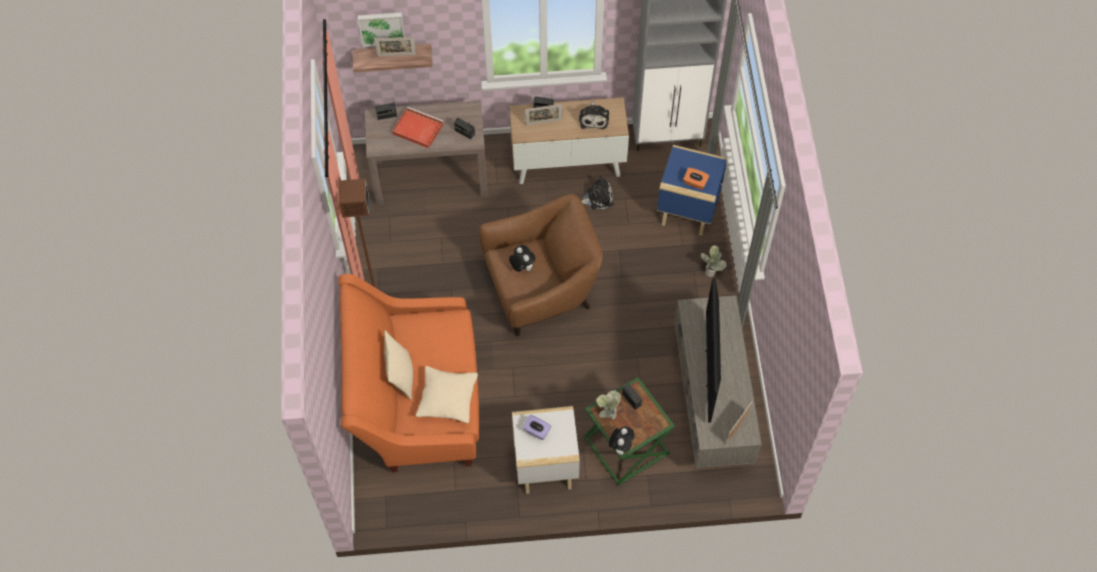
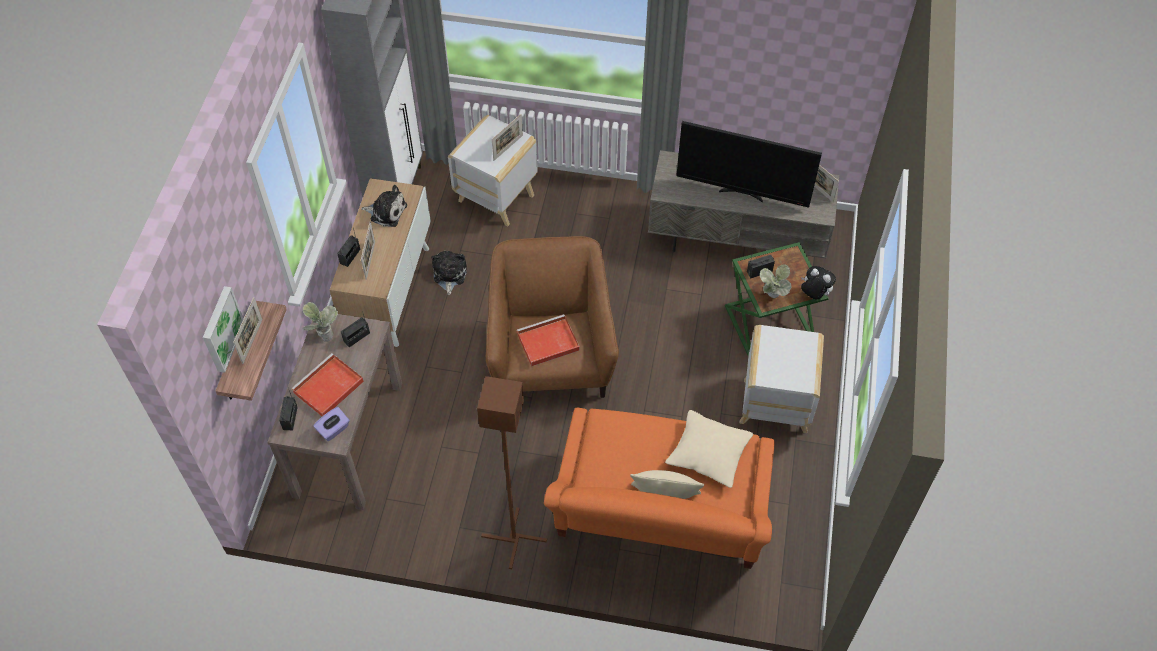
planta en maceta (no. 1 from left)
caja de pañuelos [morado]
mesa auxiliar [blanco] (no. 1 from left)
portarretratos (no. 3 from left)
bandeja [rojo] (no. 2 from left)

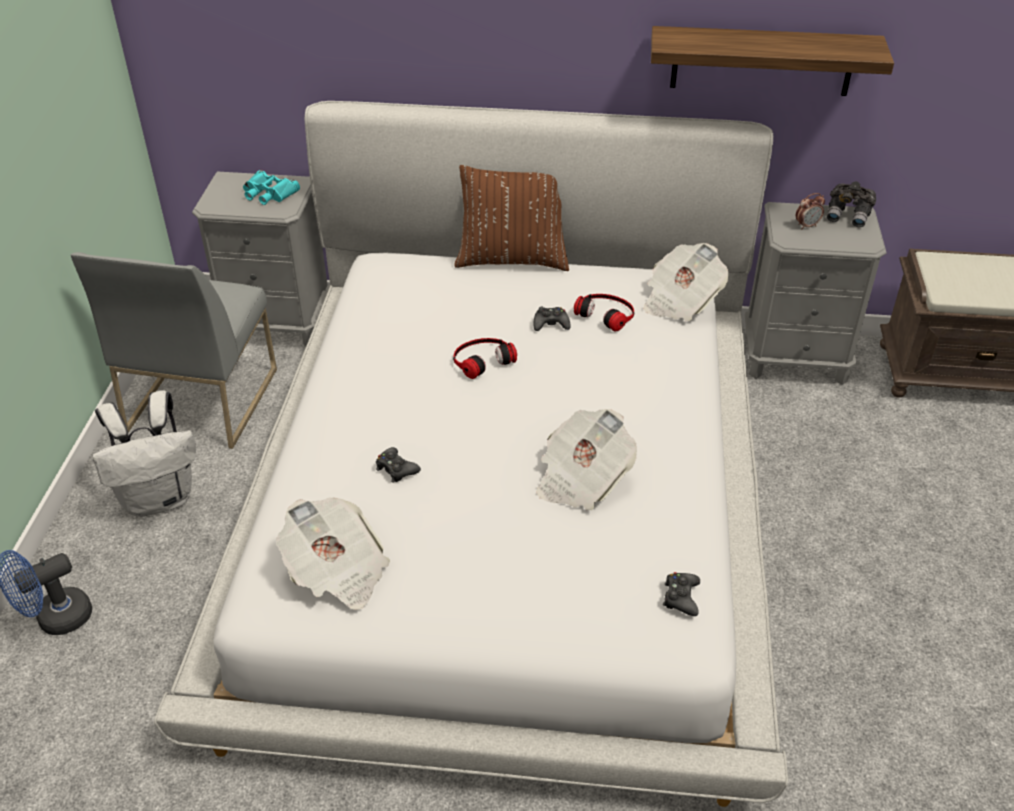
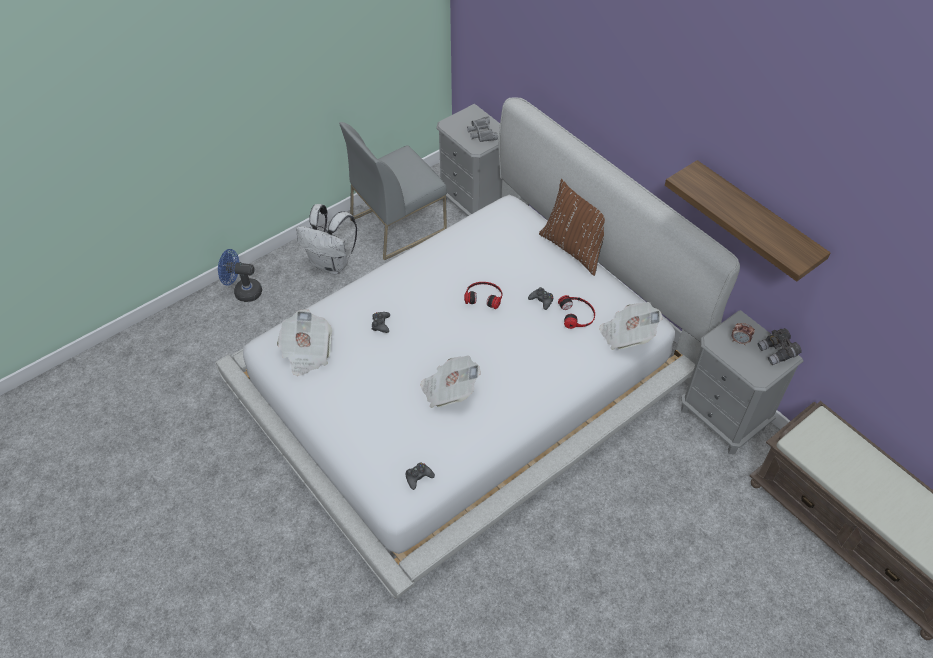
prismáticos [gris] (no. 1 from left)

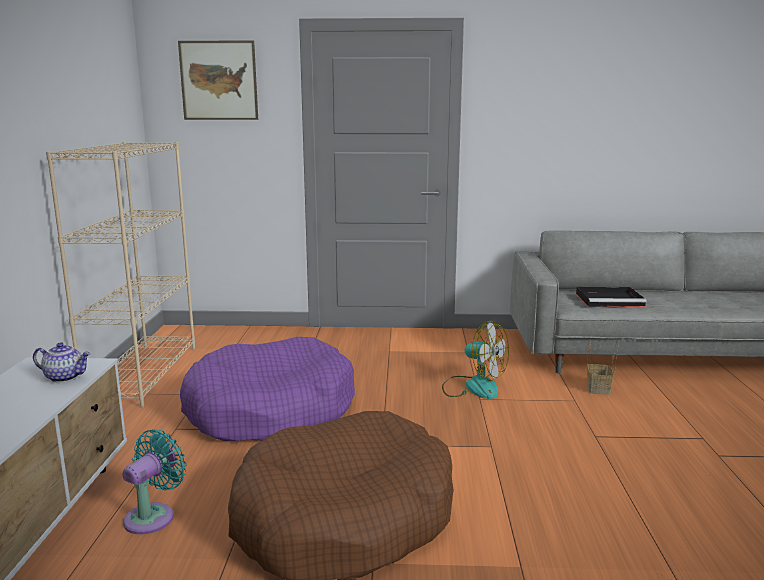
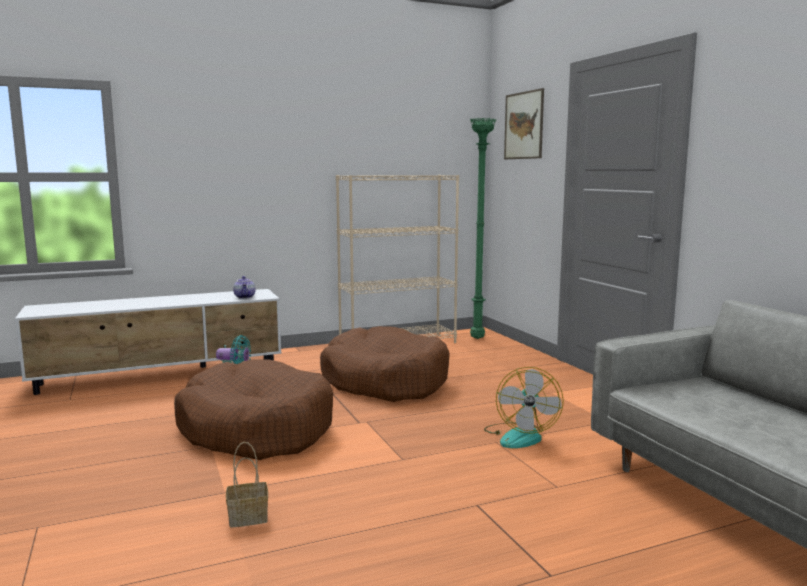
cesta
cama para perro [marrón] (no. 2 from left)
lámpara de pie [verde]
bandeja [negro]

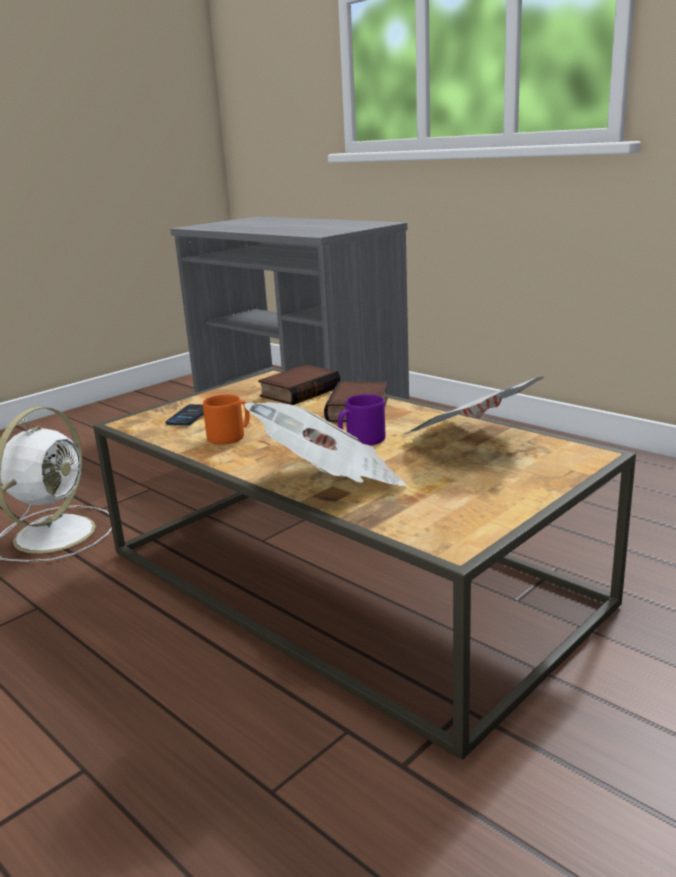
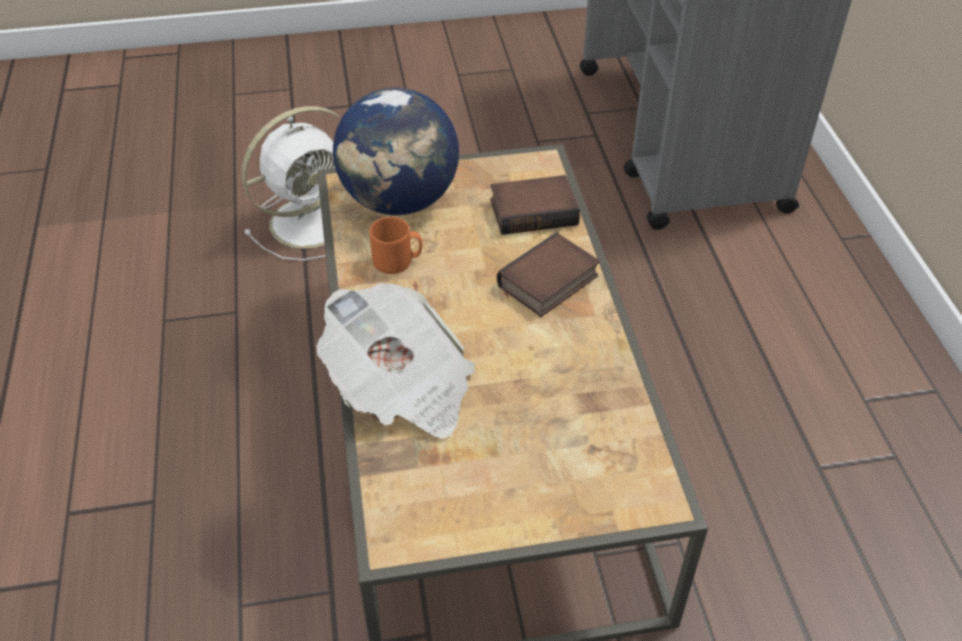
globo terráqueo
taza grande [morado]
periódico (no. 2 from left in the first image)

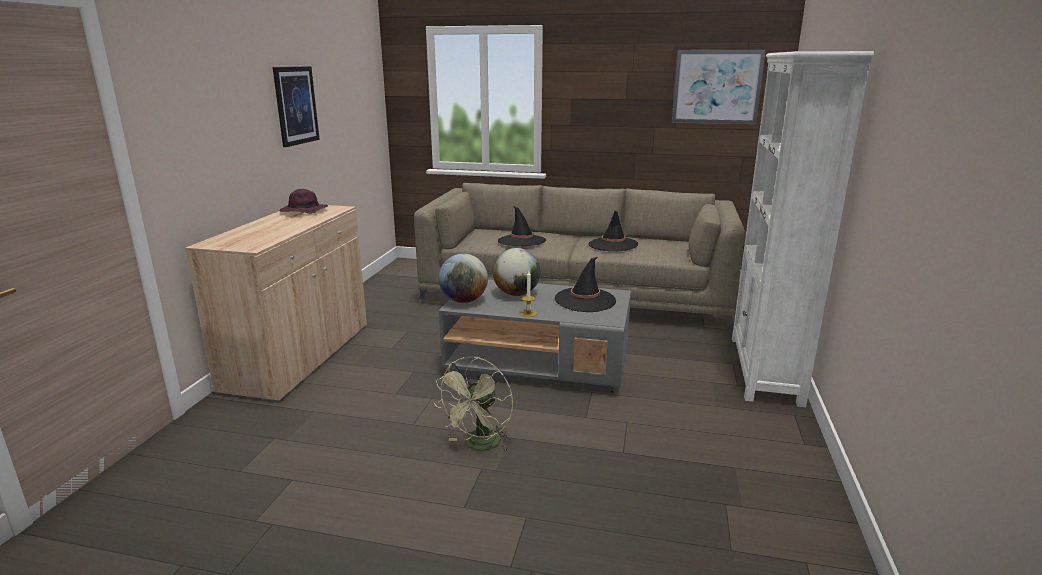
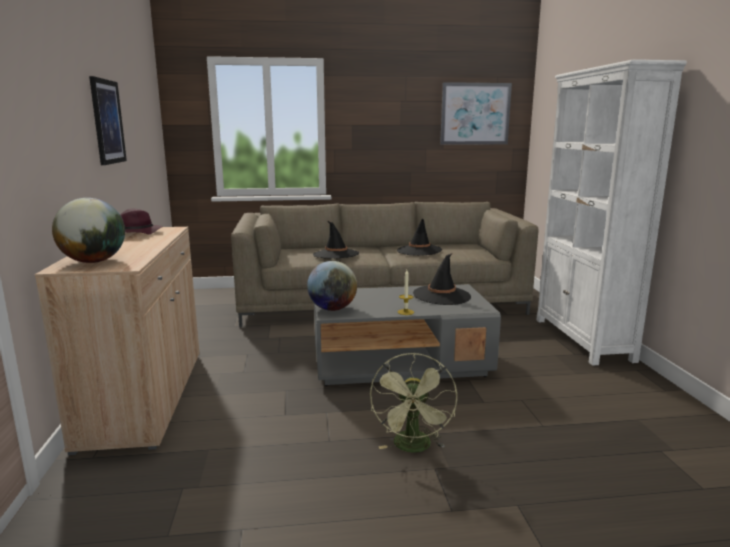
globo terráqueo (no. 1 from left)

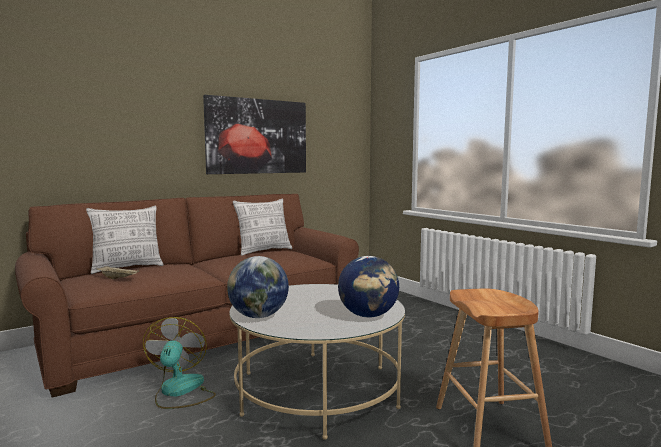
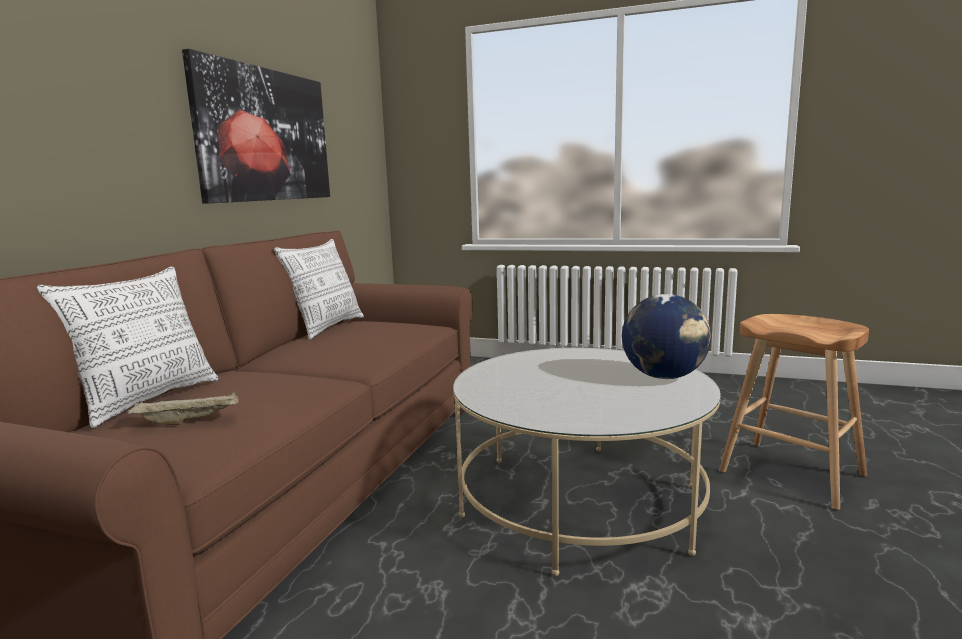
ventilador
globo terráqueo (no. 1 from left in the first image)

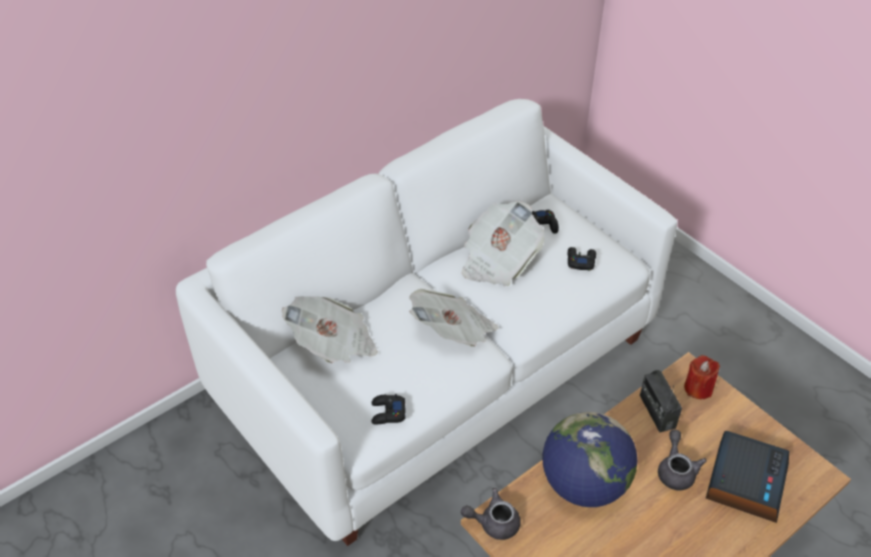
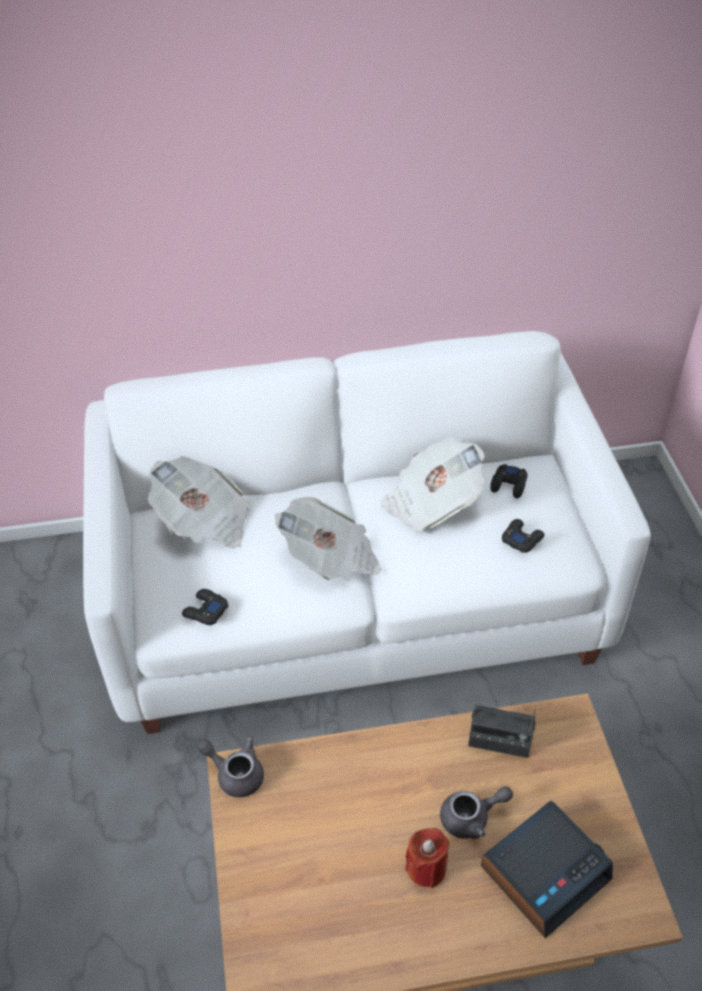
vela [rojo]
tetera [gris] (no. 2 from left)
radio
globo terráqueo

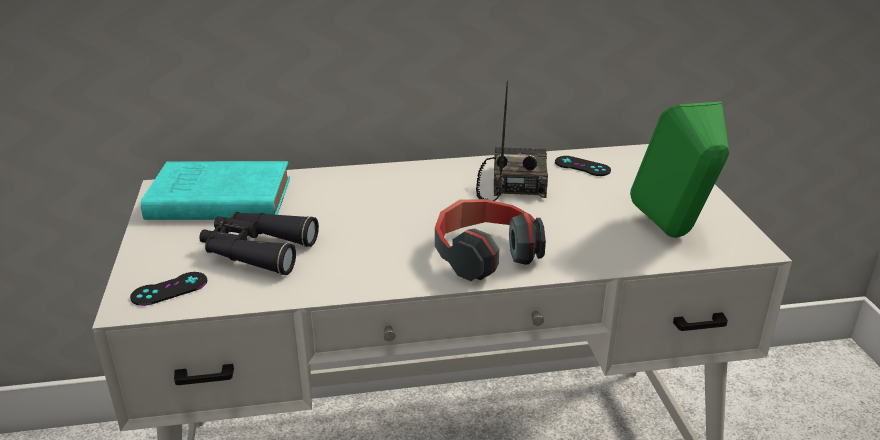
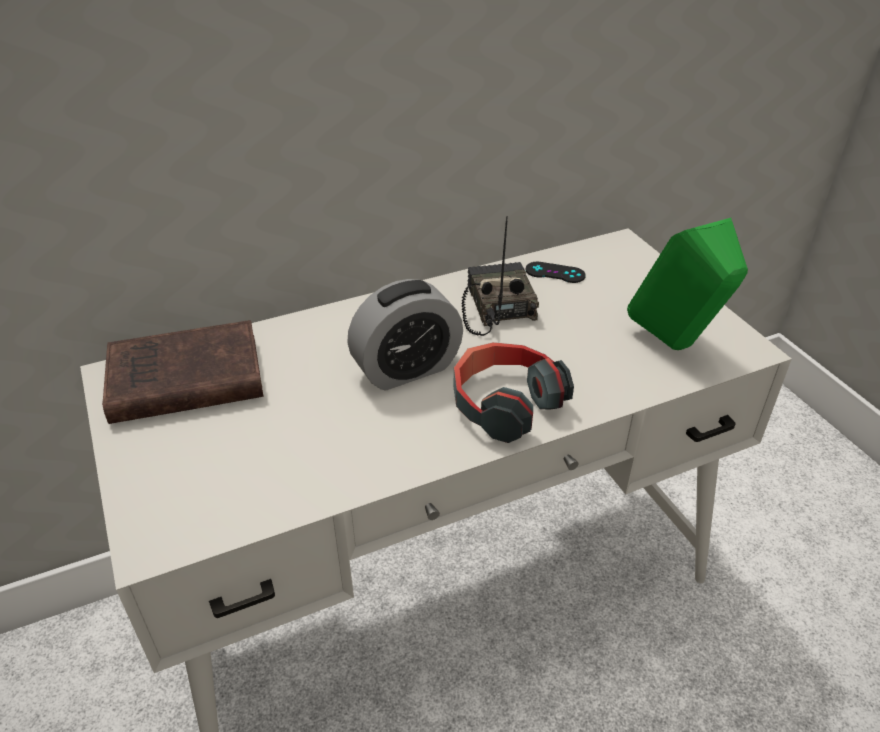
libro [marrón]
despertador
mando de consola [negro] (no. 1 from left in the first image)
prismáticos [negro]

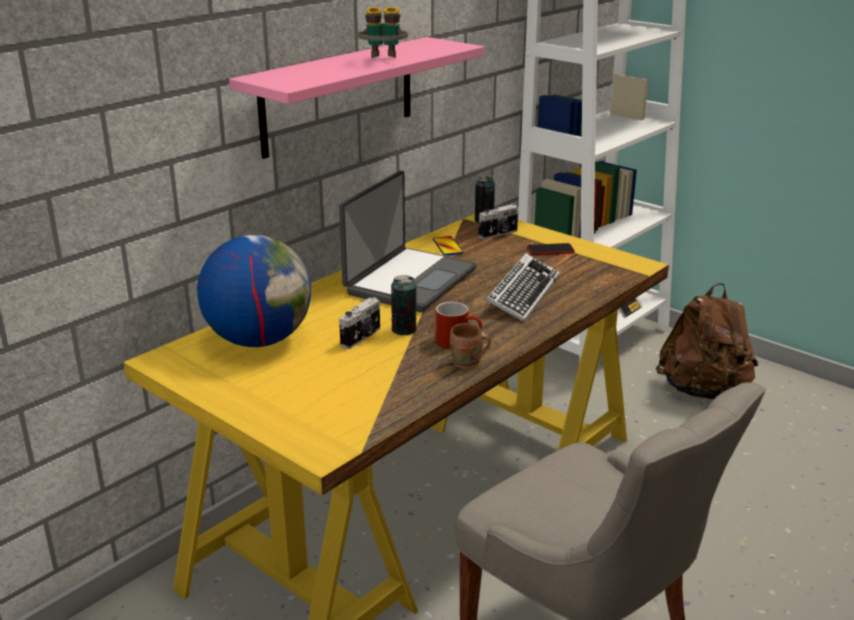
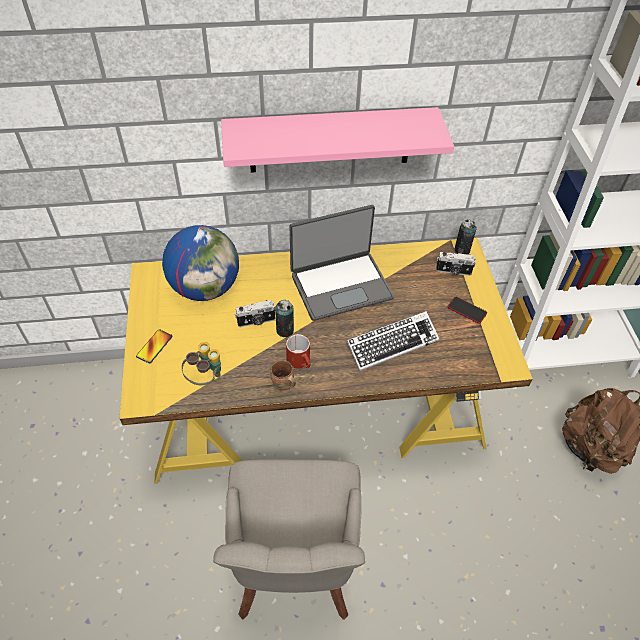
móvil (no. 1 from left)
prismáticos

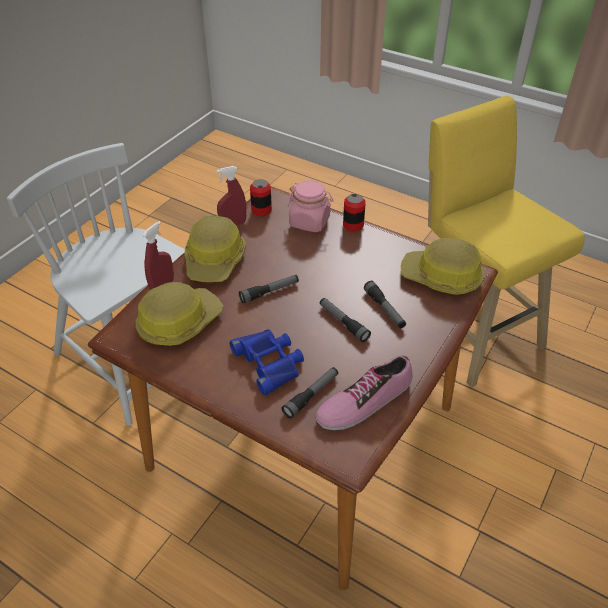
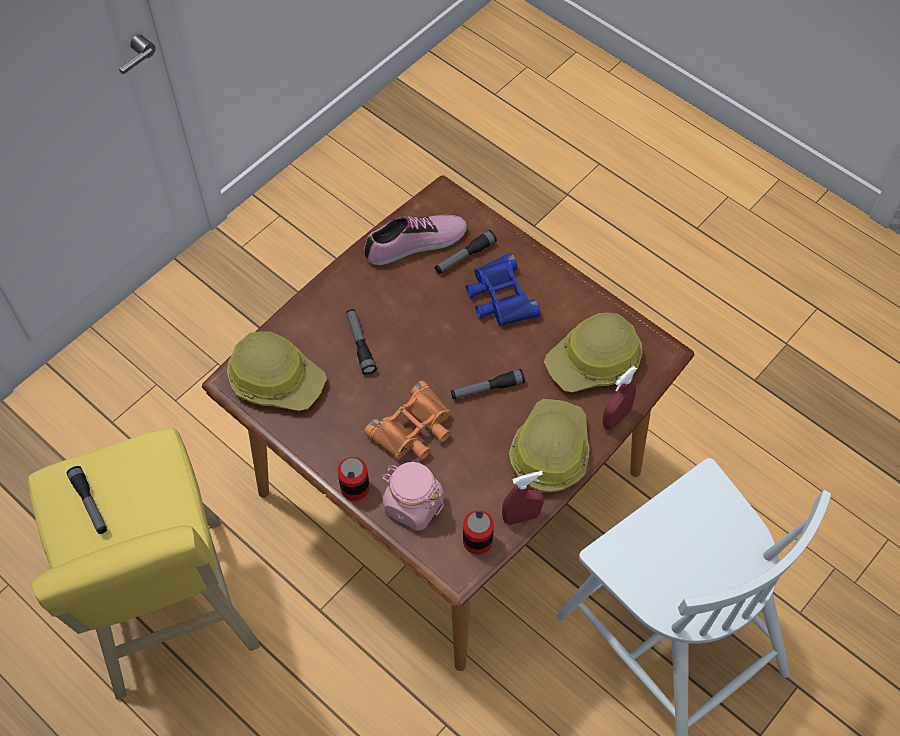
linterna (no. 1 from left)
prismáticos [naranja]

